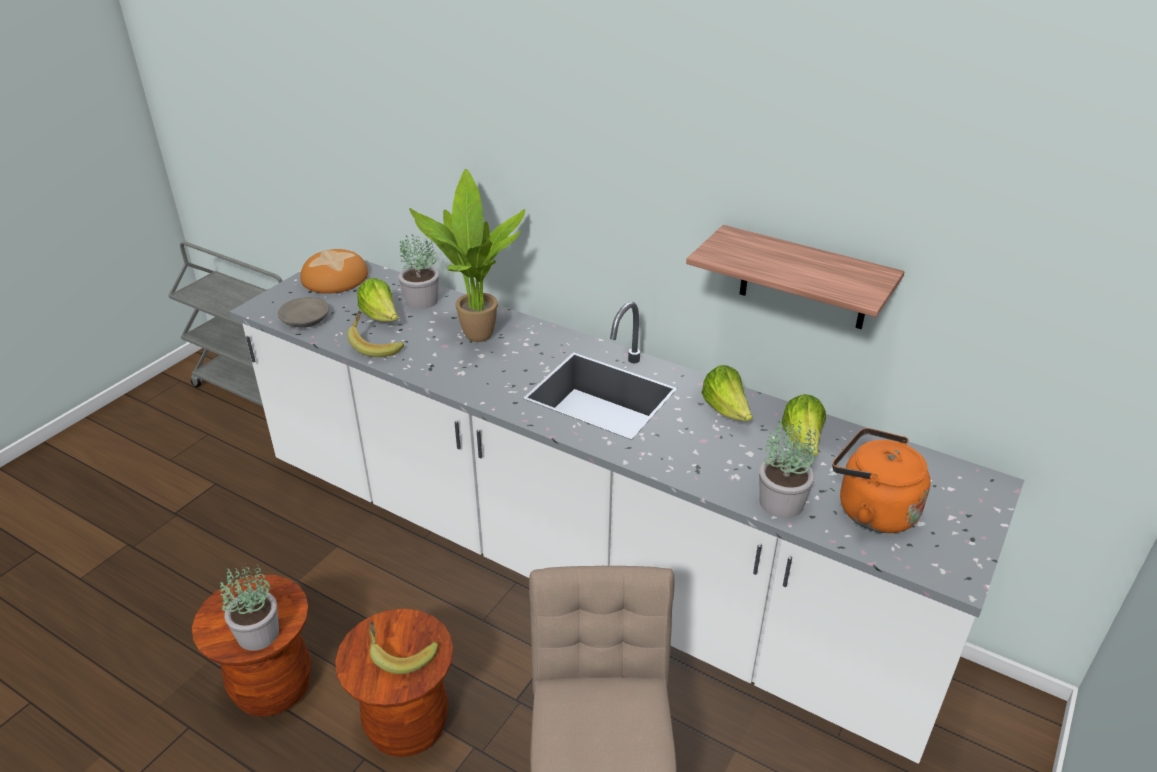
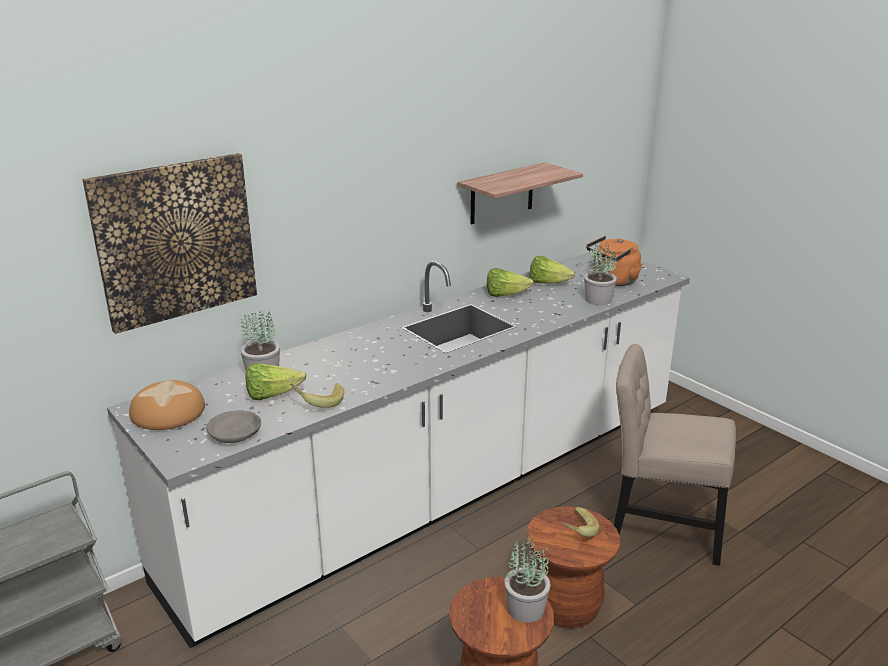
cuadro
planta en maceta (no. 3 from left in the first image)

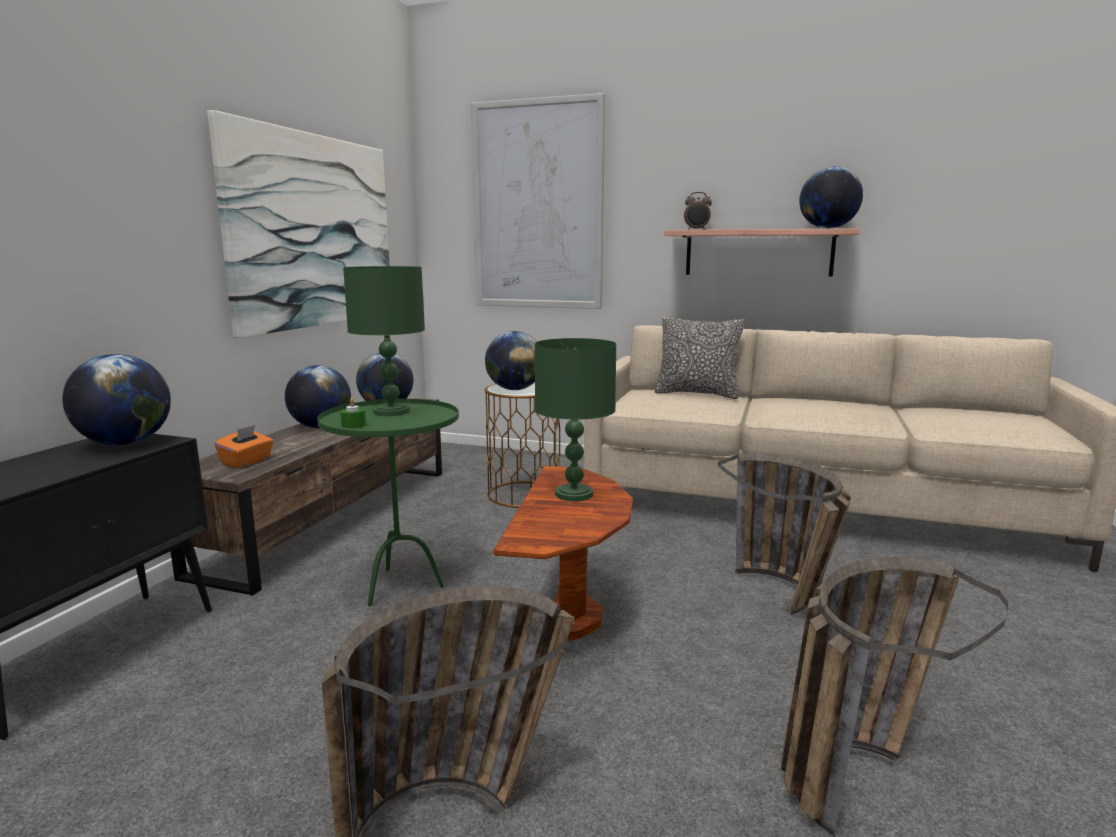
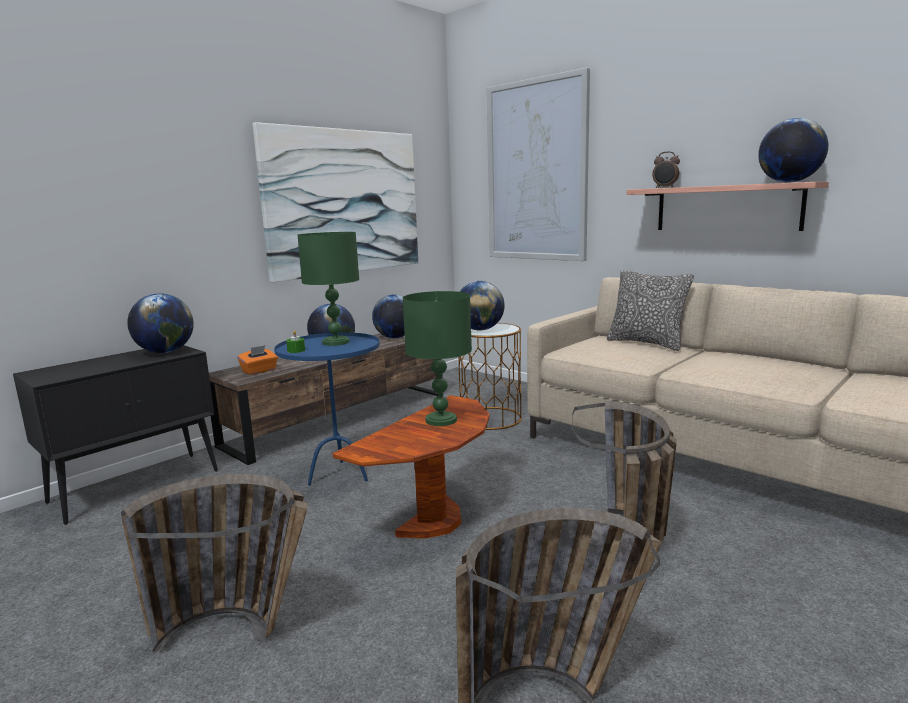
mesa auxiliar [azul]

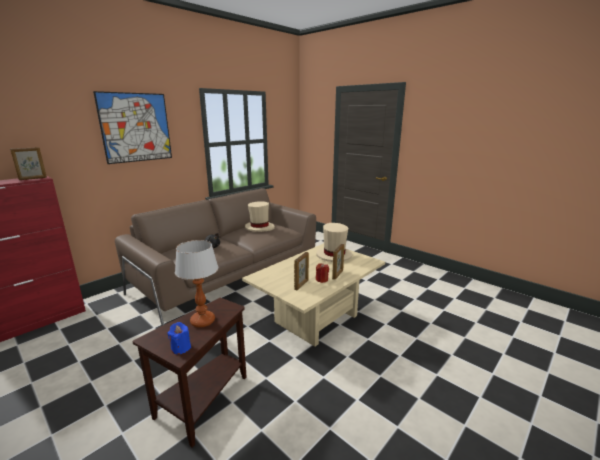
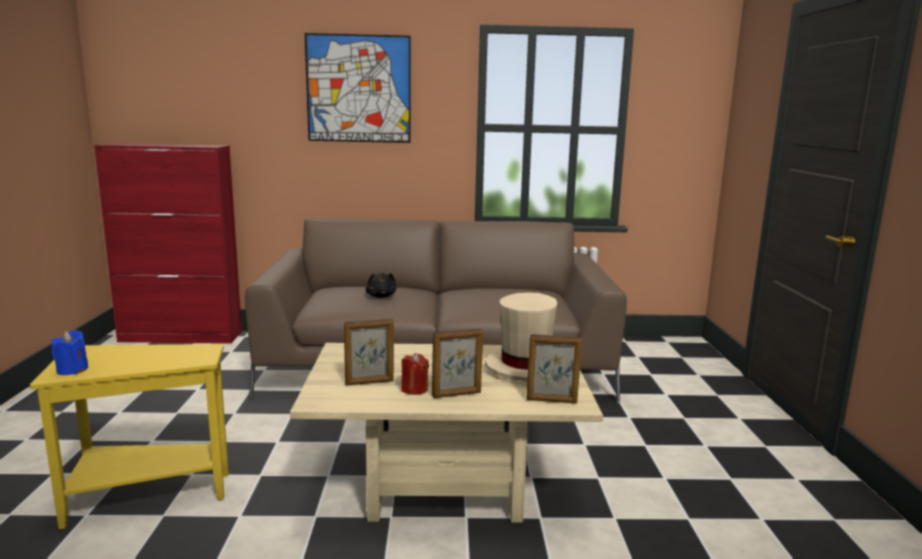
mesa auxiliar [amarillo]
portarretratos (no. 3 from left)
lámpara de mesa
sombrero [beis] (no. 1 from left in the first image)

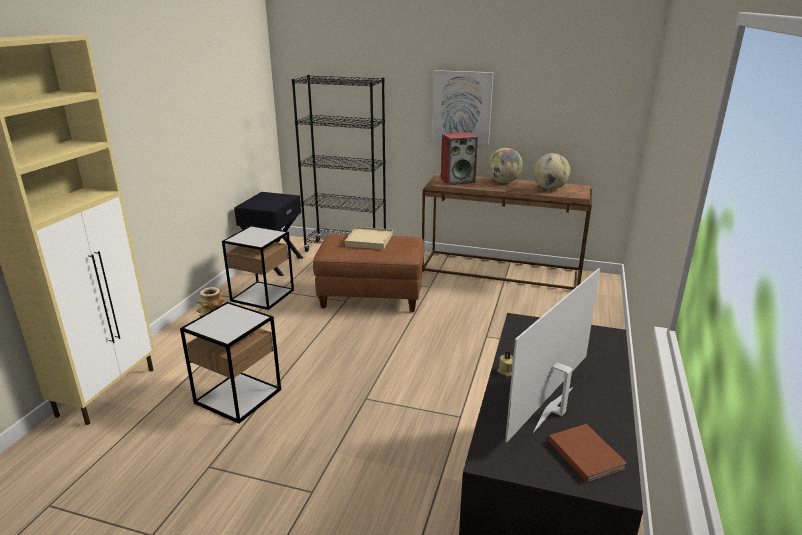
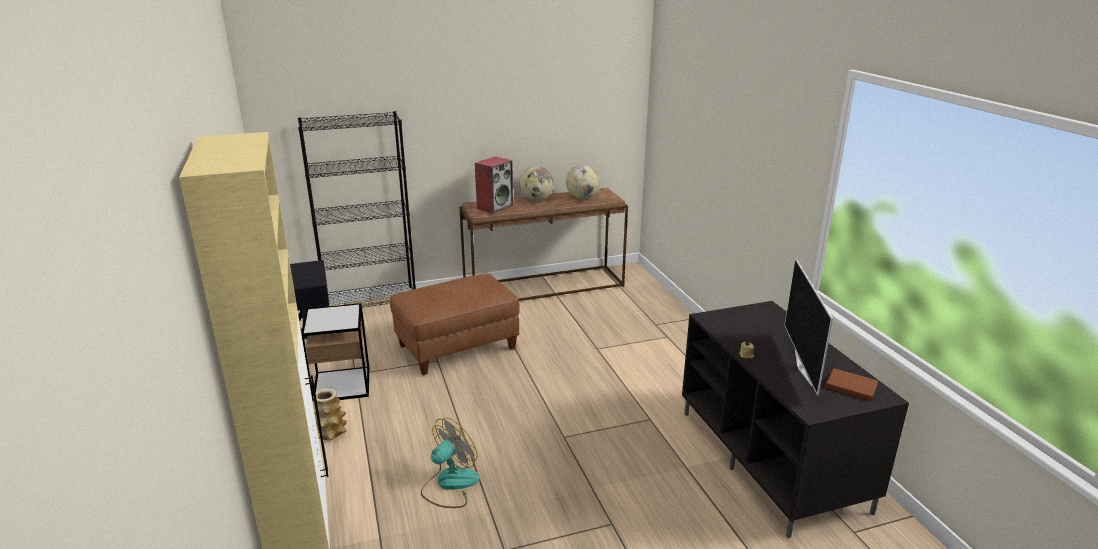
ventilador
bandeja [beis]
cuadro

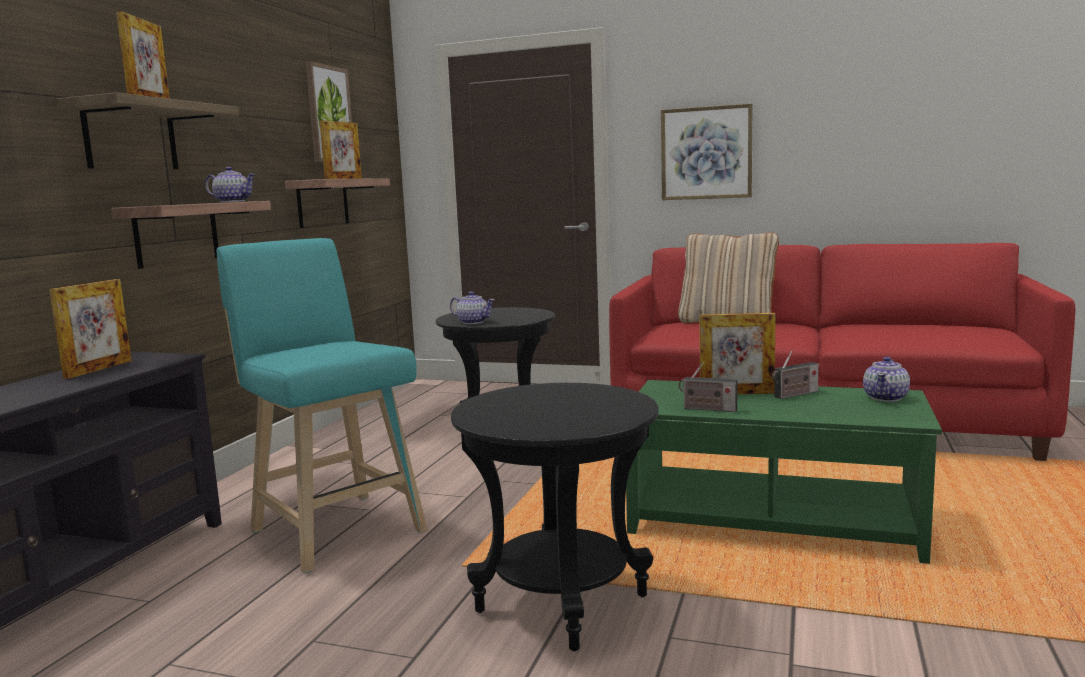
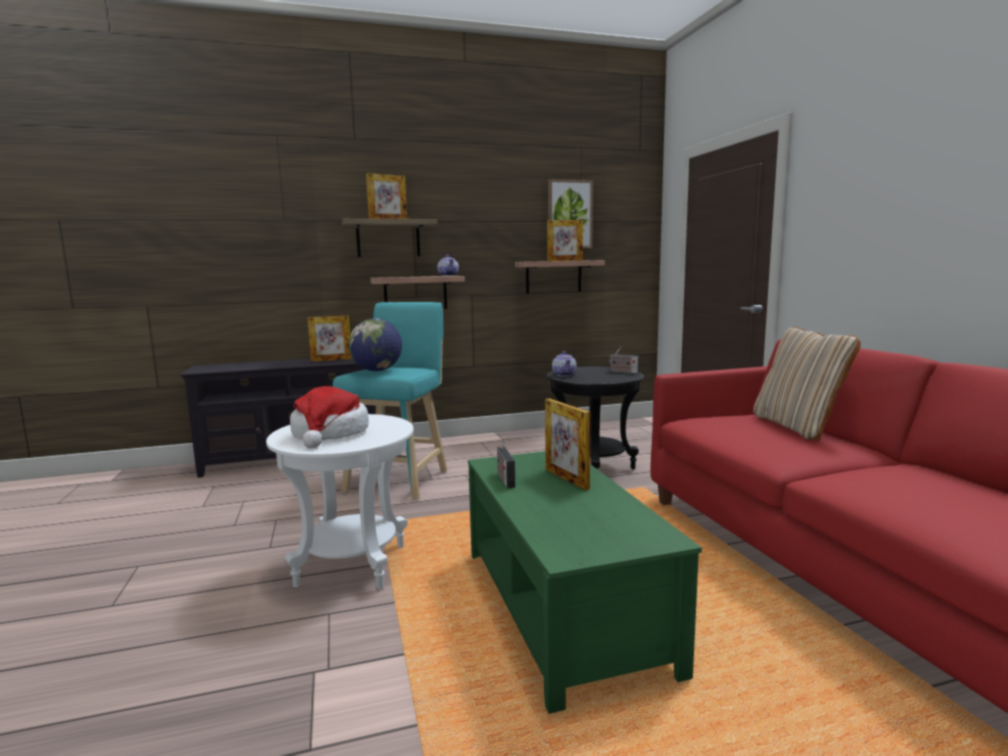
mesa auxiliar [blanco]
sombrero
globo terráqueo
radio (no. 2 from left)
cuadro (no. 2 from left in the first image)
tetera (no. 3 from left in the first image)

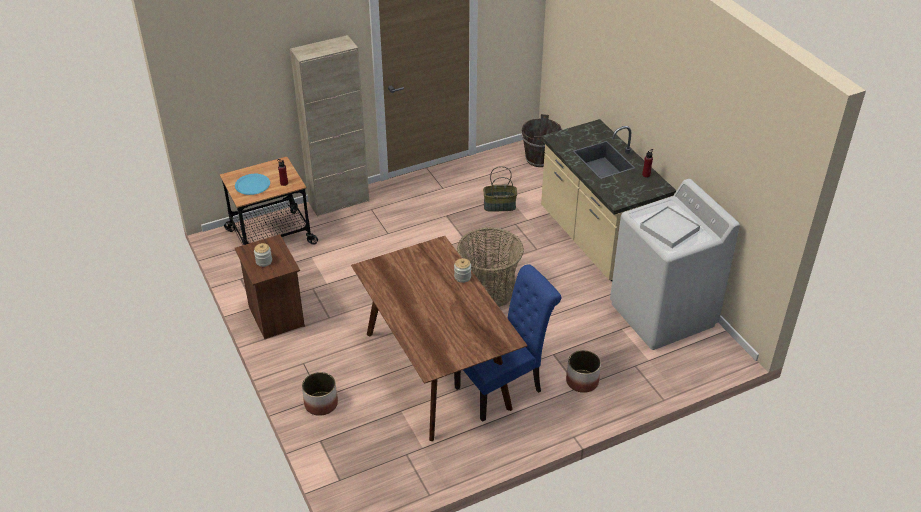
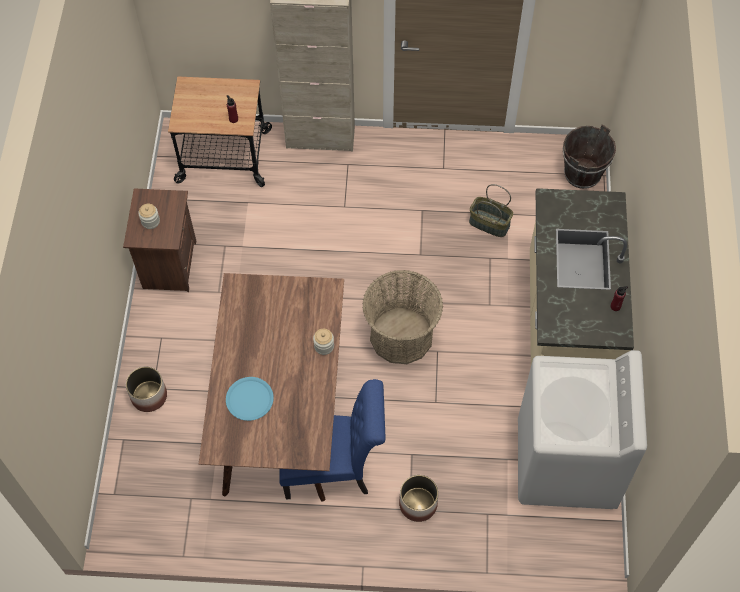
plato [azul]
bandeja [blanco]

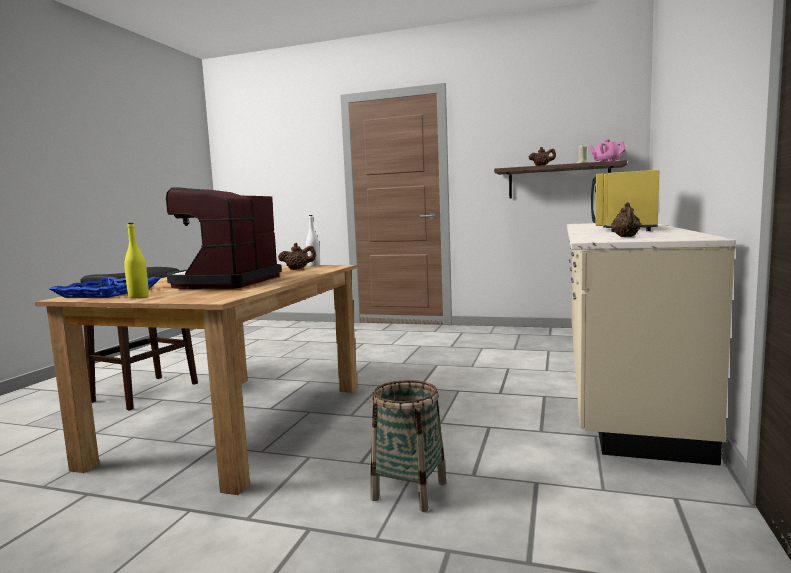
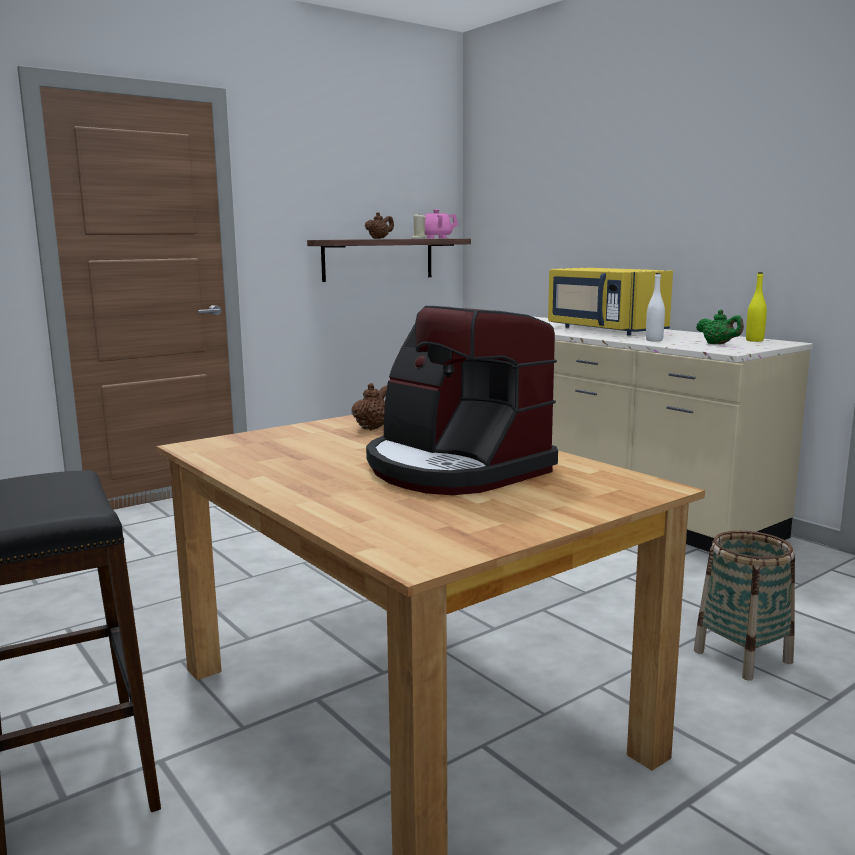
botella [blanco]
tetera [verde]
botella [amarillo]
bandeja [azul]

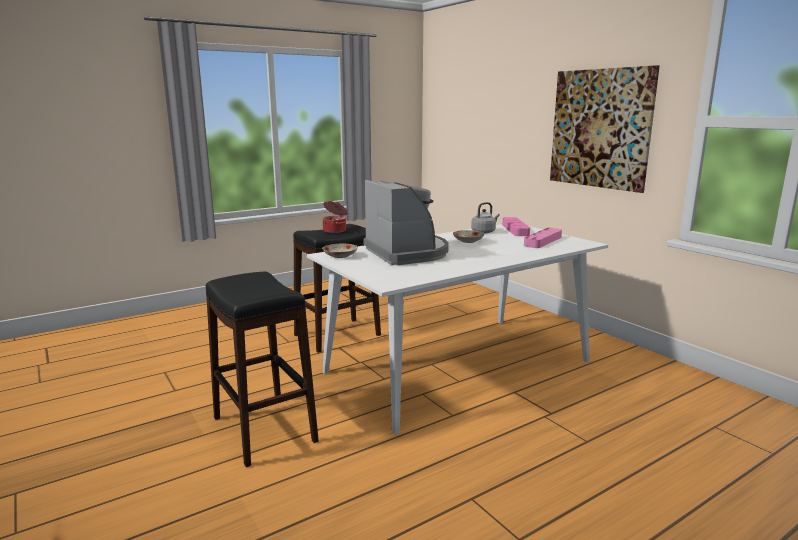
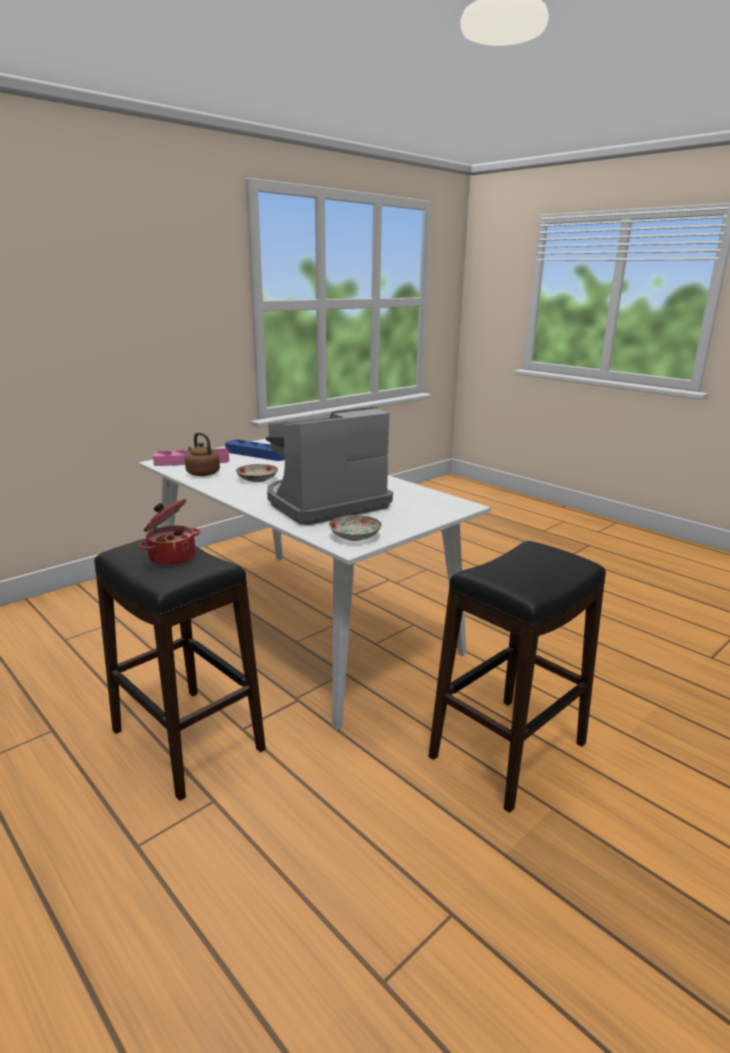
hervidor [marrón]
bandeja [azul]
cuadro

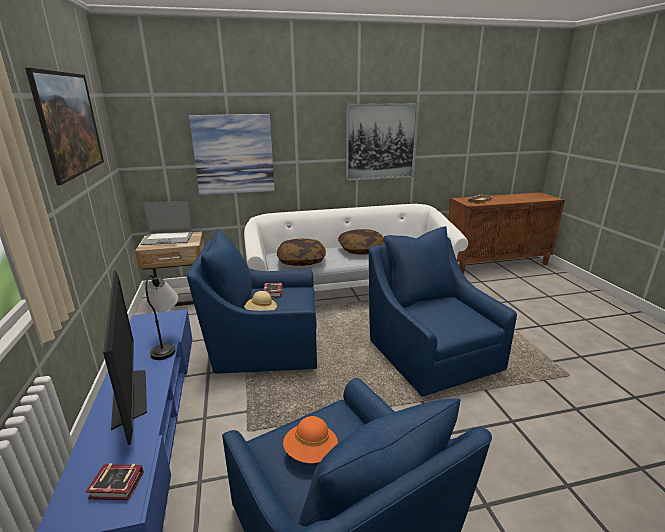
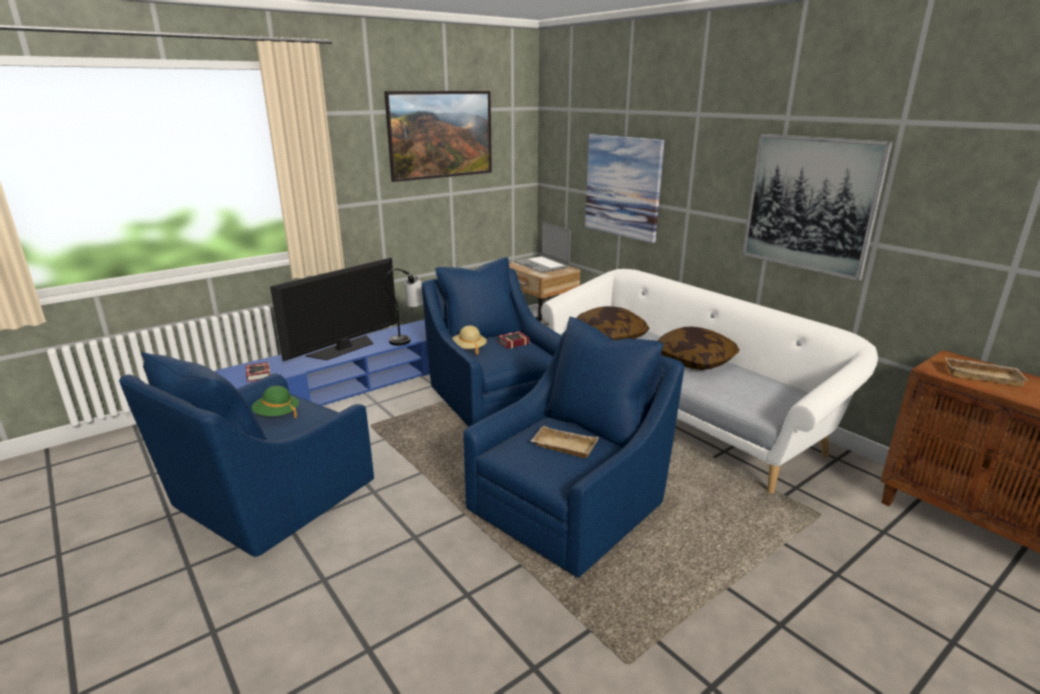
sombrero [verde]
bandeja [beis] (no. 1 from left)

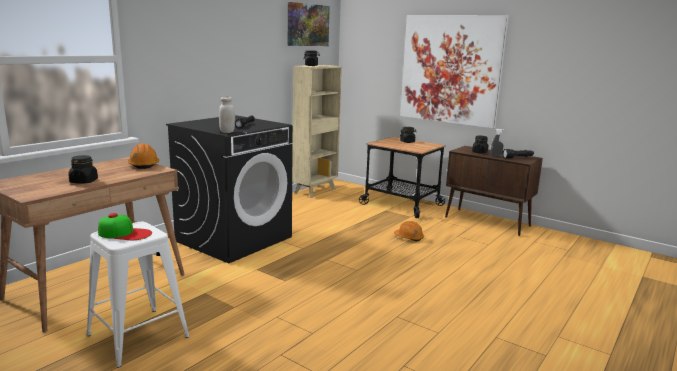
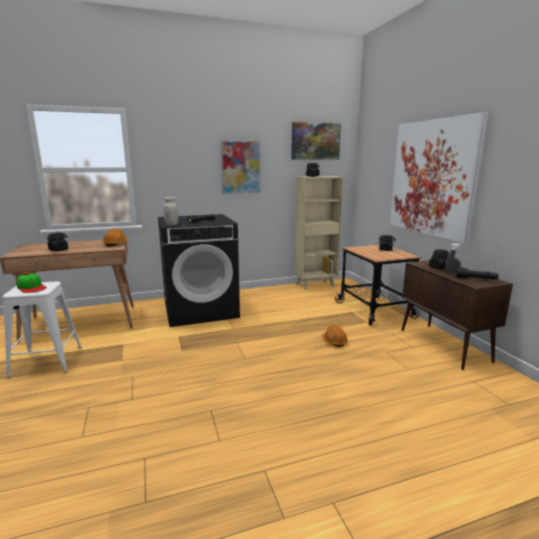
cuadro (no. 1 from left)

